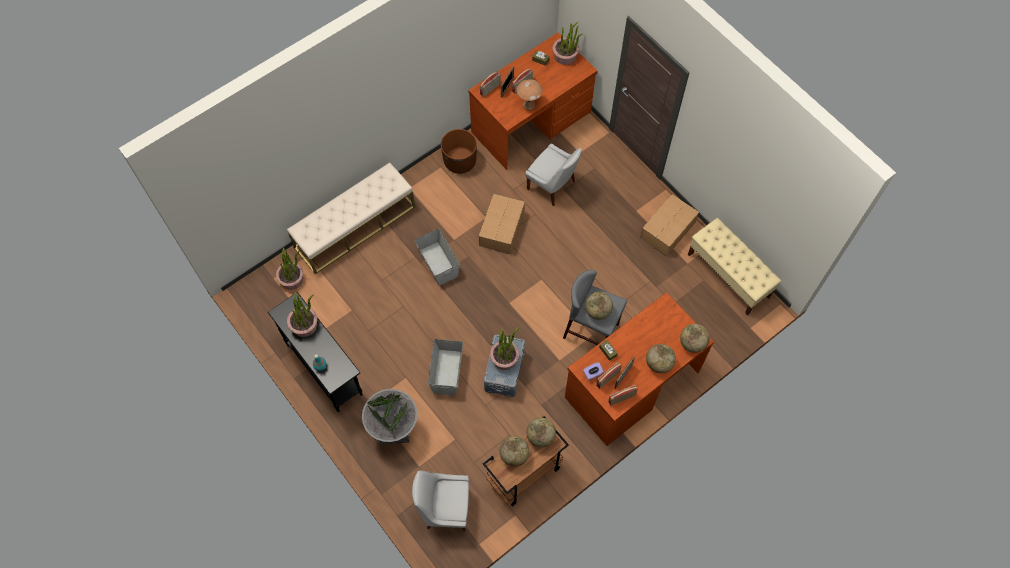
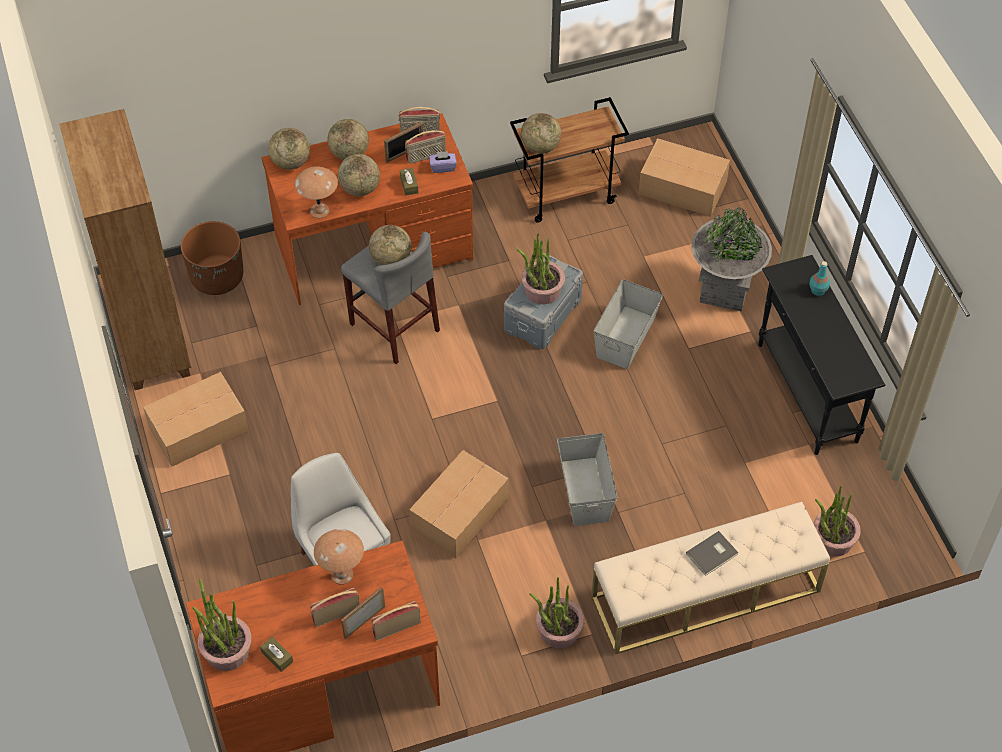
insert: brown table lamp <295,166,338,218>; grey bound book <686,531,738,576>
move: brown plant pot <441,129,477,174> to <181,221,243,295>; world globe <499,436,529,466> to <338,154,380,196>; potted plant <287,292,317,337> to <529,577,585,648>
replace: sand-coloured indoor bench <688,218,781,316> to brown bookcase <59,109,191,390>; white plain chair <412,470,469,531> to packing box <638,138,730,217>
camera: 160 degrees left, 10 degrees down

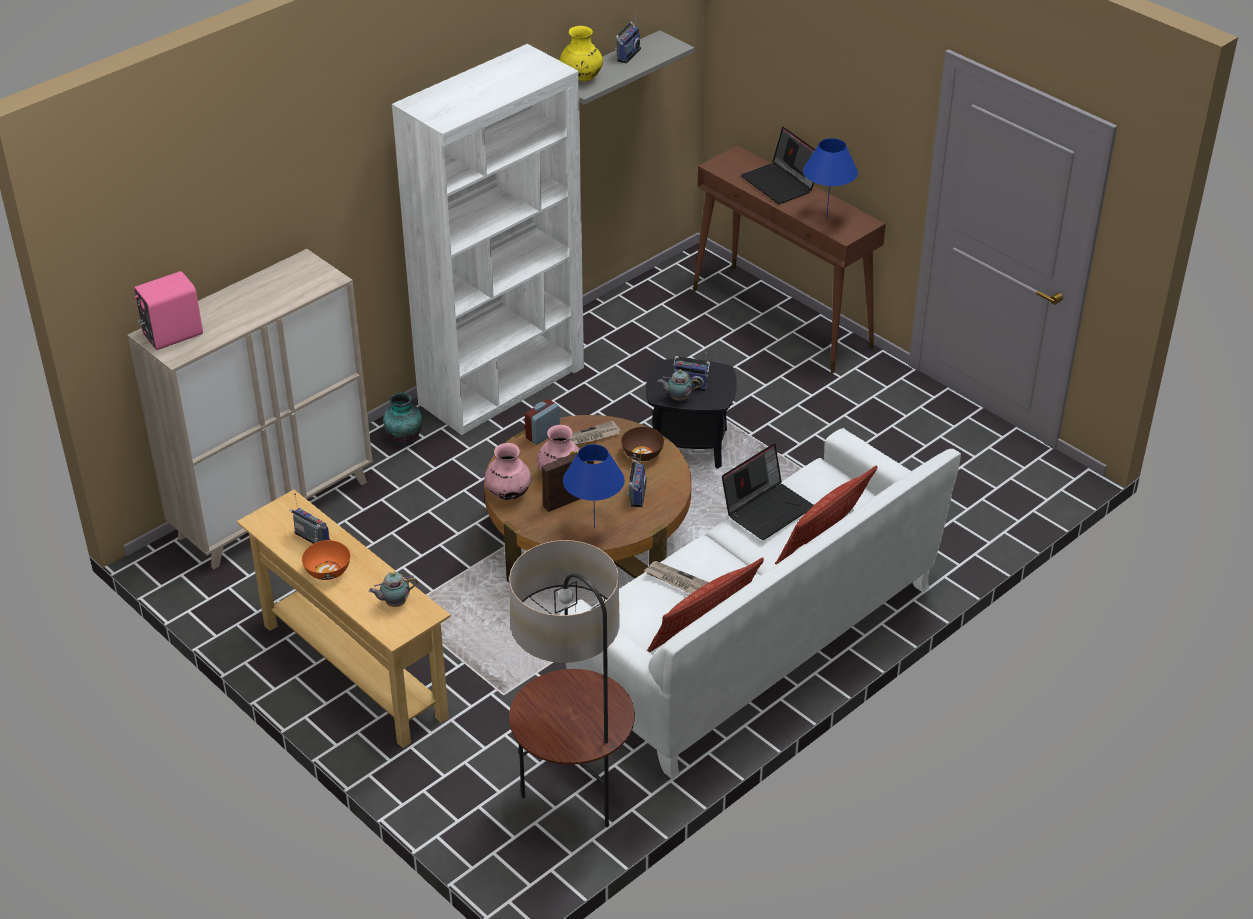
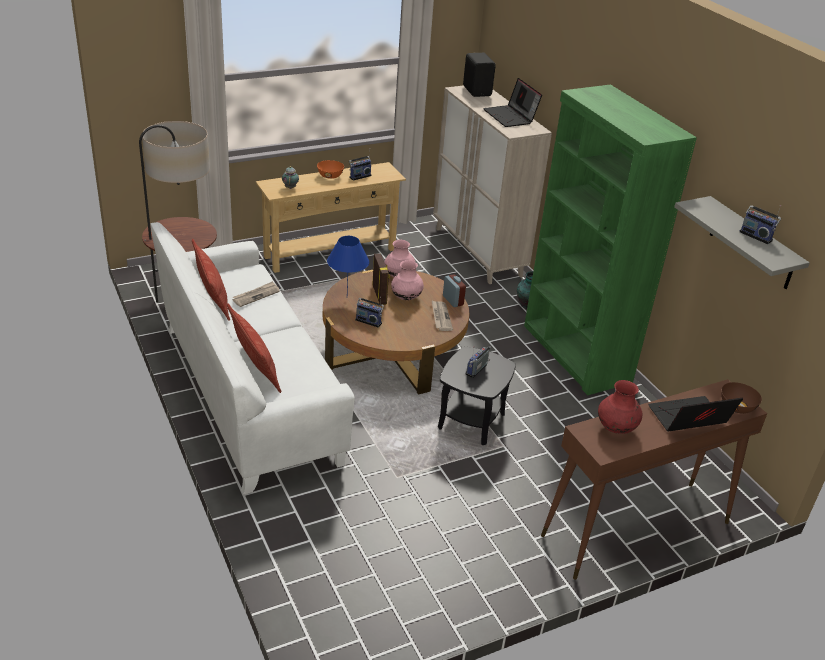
delete: yellow-coloured flower vase <559,26,603,82>; tea pot <658,370,701,401>
move: notebook computer <722,443,814,540> to <483,78,542,127>; brown serving bowl <621,427,664,461> to <721,382,762,414>
replace: blue table lamp <803,138,858,220> to red flower vase <598,380,642,434>
recolor: pink audio speaker <134,271,203,350> to black-coloured audio speaker <463,53,496,97>; white bookcase <392,44,584,435> to greenish bookcase <524,85,697,395>
camera: 105 degrees right, 5 degrees down

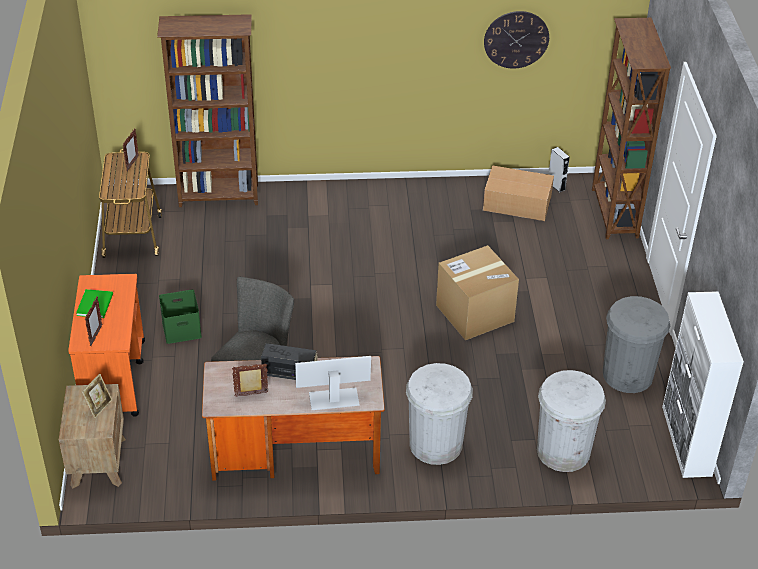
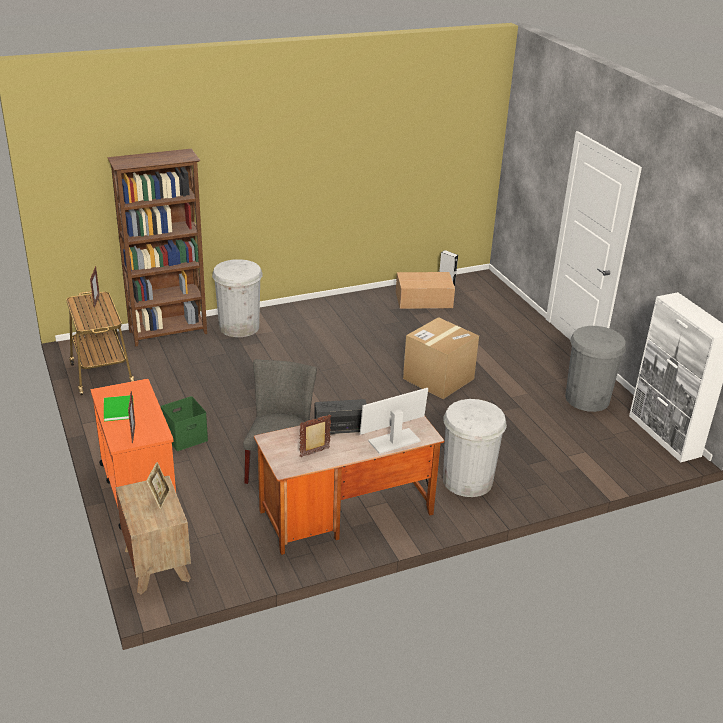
delete: wall clock <484,11,549,68>; brown bookcase <592,18,671,239>
move: white trash can <537,370,606,472> to <212,259,262,337>
camera: 20 degrees left, 10 degrees down

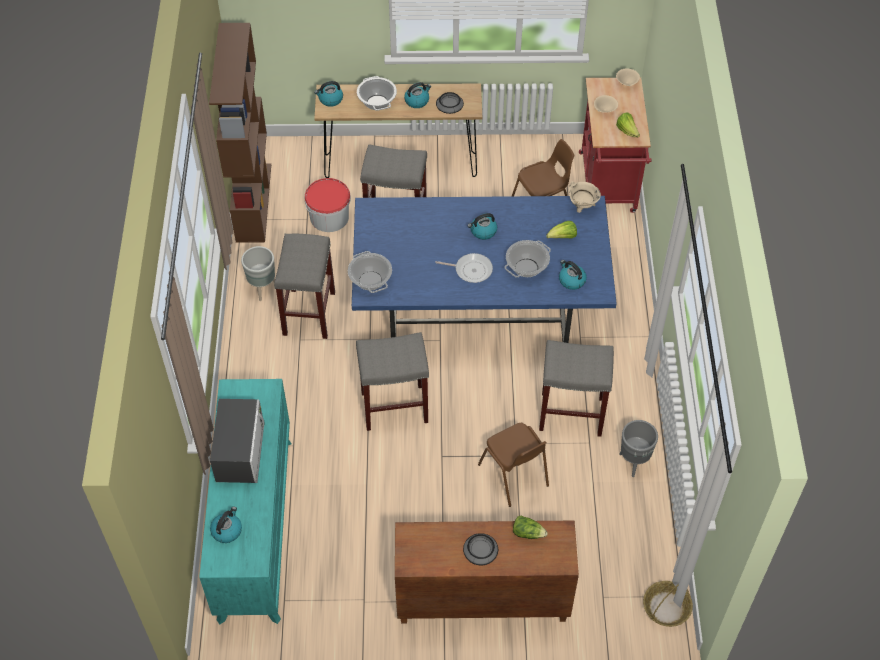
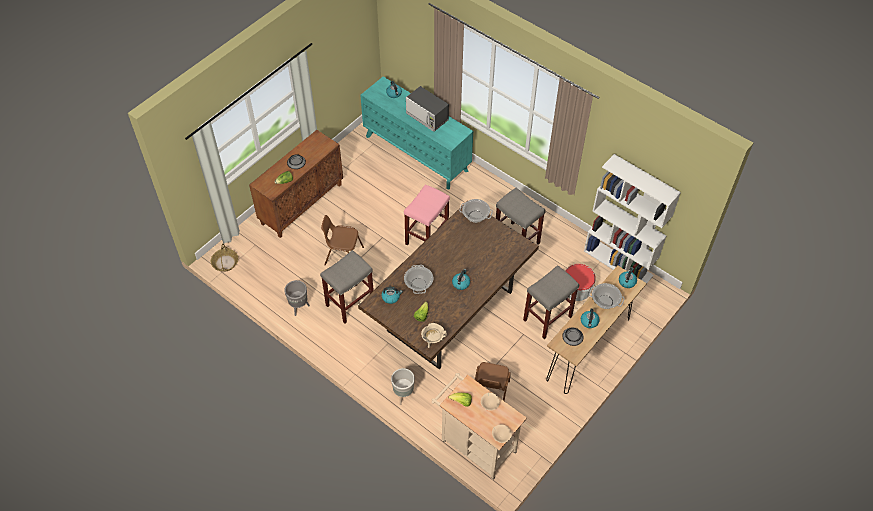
delete: frying pan <435,253,493,283>
move: grey plant pot <241,246,275,301> to <391,368,415,405>
recolor: blue dining table <352,196,617,343> to brown dining table <358,205,539,369>; grey stool seat <356,332,429,431> to pink stool seat <404,184,450,246>; red cart <579,77,652,213> to sand-coloured cart <432,373,527,480>; brown bookcase <209,23,271,243> to white bookcase <584,154,681,283>
camera: 130 degrees right, 0 degrees up

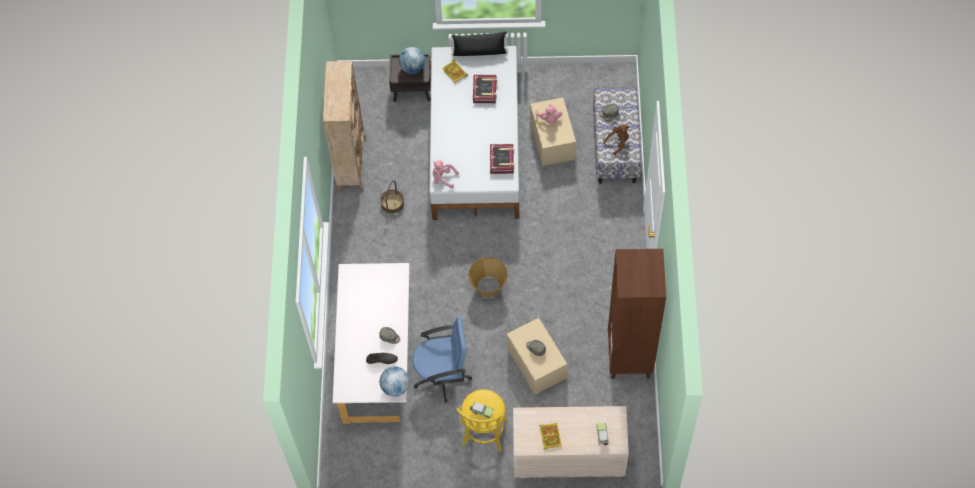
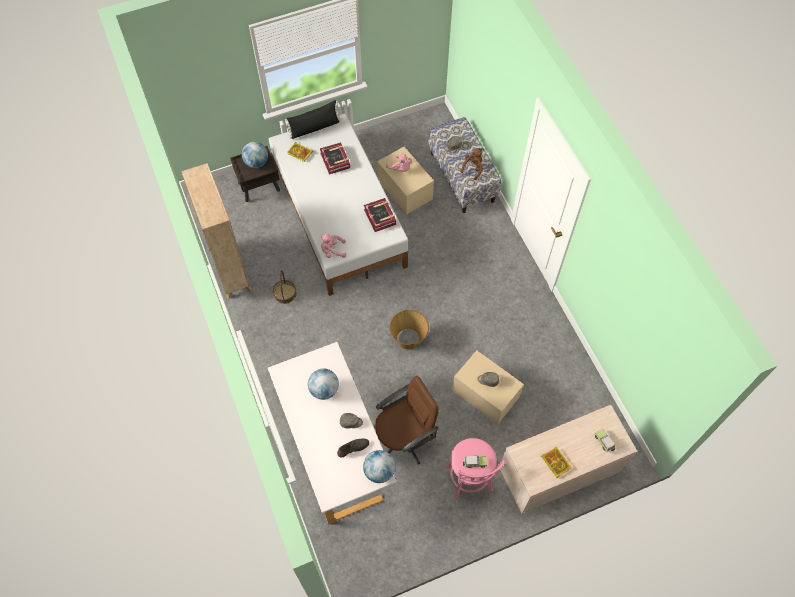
delete: brown bookcase <608,249,666,379>
insert: world globe <308,369,339,400>
recolor: blue office chair <412,316,472,403> to brown office chair <374,376,439,464>; yellow-coloured stool seat <456,389,507,451> to pink stool seat <445,438,506,500>
camera: 25 degrees left, 0 degrees up

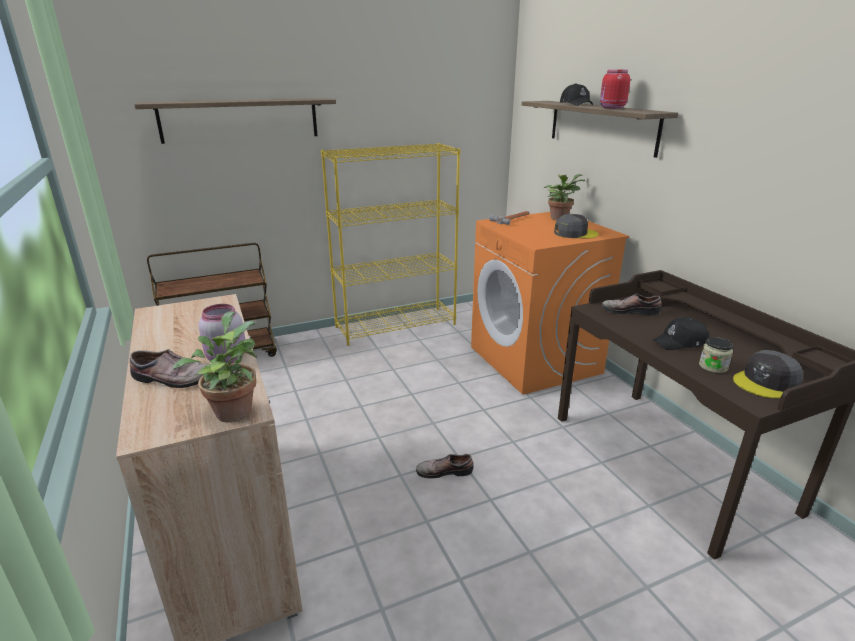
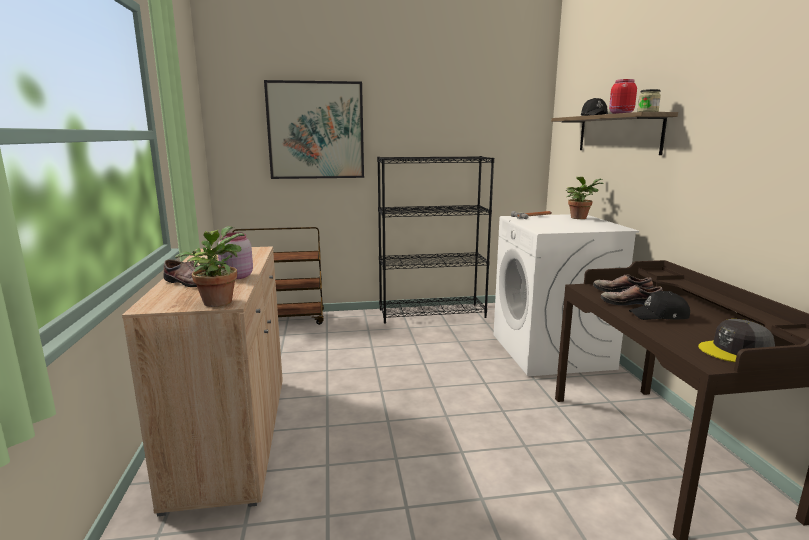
delete: grey baseball cap <554,214,599,239>
move: low shoe <416,454,473,478> to <601,285,663,306>; jar <699,337,733,373> to <637,89,661,112>
replace: shelf <135,98,336,144> to picture <264,80,364,179>
recolor: yellow-coloured bookcase <321,143,460,346> to black-coloured bookcase <377,156,494,324>; orange laundry machine <471,212,629,395> to white laundry machine <494,214,639,376>
camera: 15 degrees right, 10 degrees down

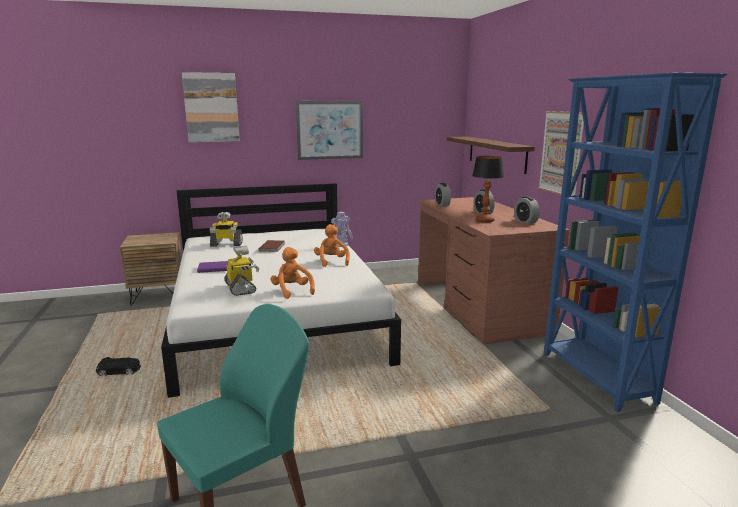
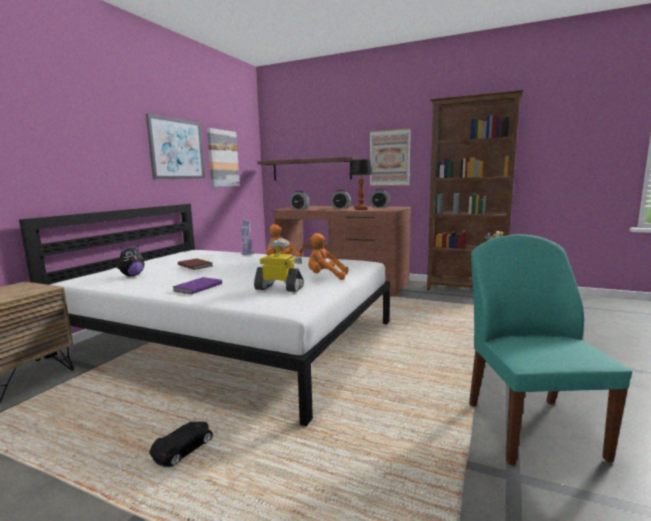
move: picture <182,72,240,143> to <207,128,240,187>
replace: model robot <210,212,243,247> to plush toy <117,244,144,276>
recolor: blue bookcase <544,73,727,412> to brown bookcase <427,90,524,290>
camera: 50 degrees left, 5 degrees down

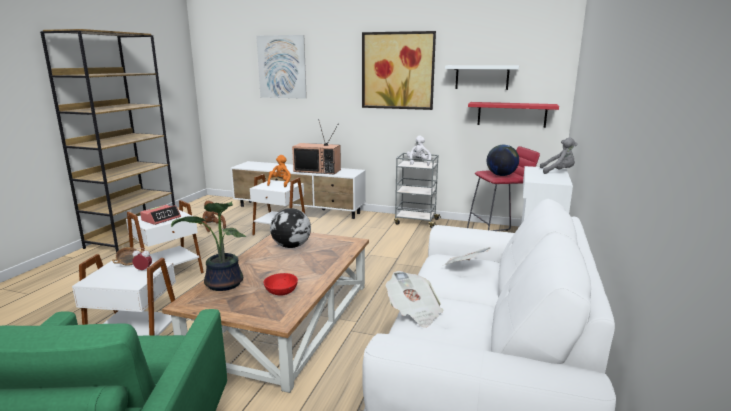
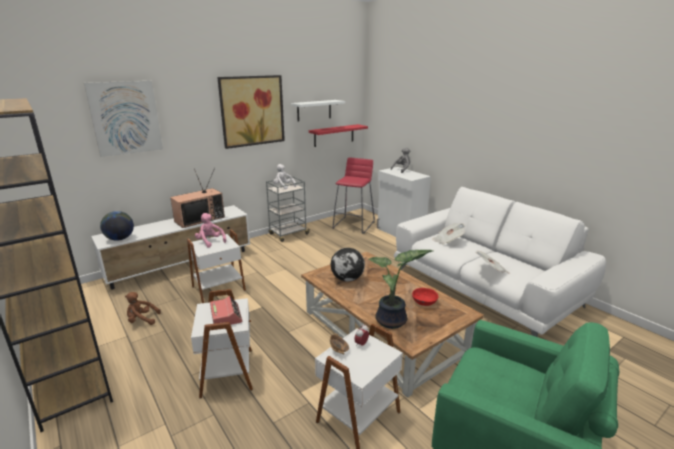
move: world globe <487,145,519,176> to <100,211,134,241>
recolor: orange plush toy <267,155,291,187> to pink plush toy <195,213,226,248>
camera: 55 degrees left, 5 degrees up

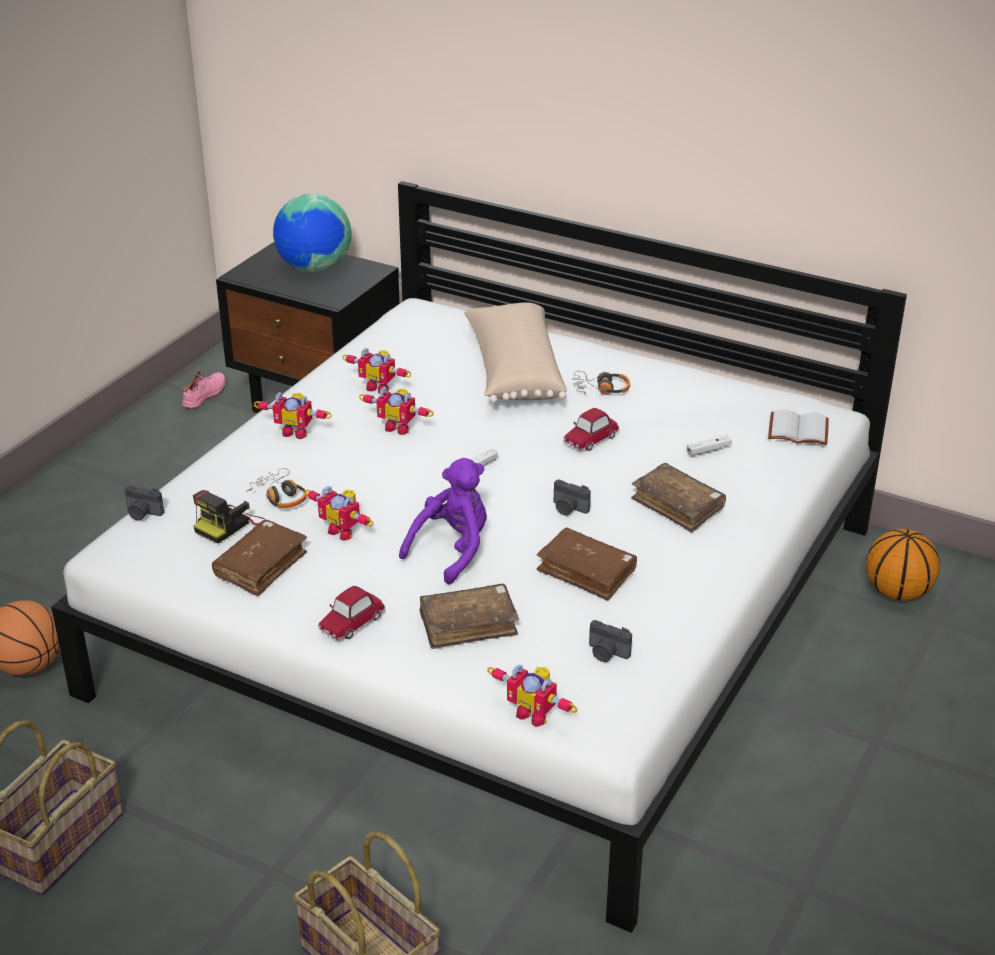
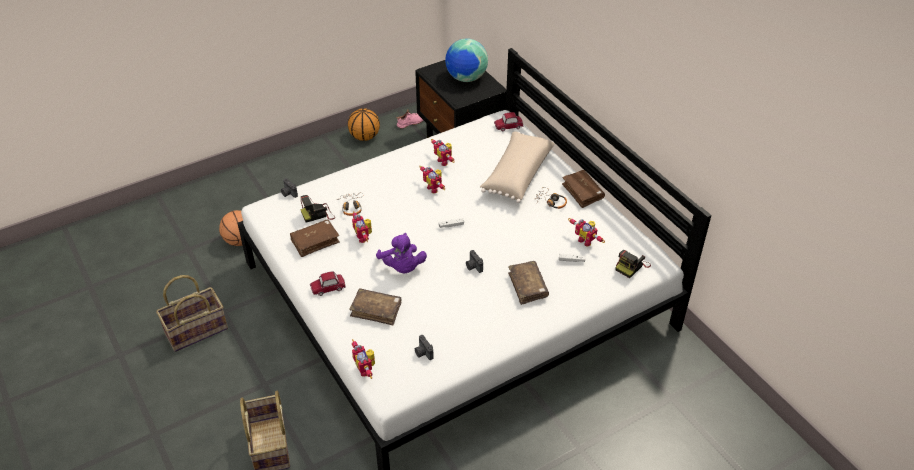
move: basketball ball <866,529,940,601> to <348,108,380,141>; toy car <563,408,619,451> to <494,112,523,131>; brown bound book <537,528,637,601> to <562,170,605,208>; model robot <253,392,332,439> to <568,218,605,247>
replace: white bound book <768,409,829,445> to still camera <615,250,651,278>
rotate: purple plush toy <399,458,487,584> = <376,233,427,273> 90 degrees clockwise
camera: 30 degrees right, 10 degrees up

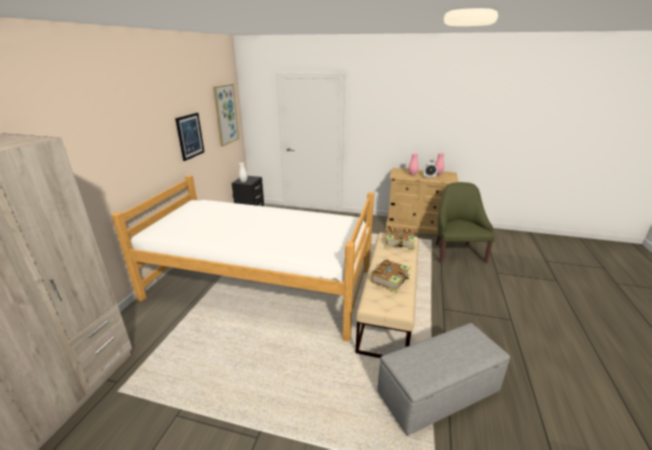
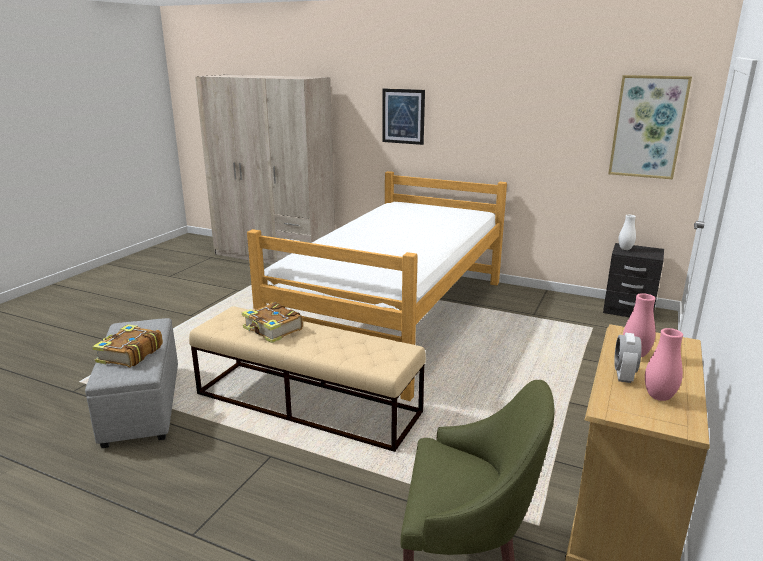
move: bound book <386,228,416,249> to <92,324,163,367>; picture <175,113,204,161> to <382,89,425,145>
camera: 100 degrees right, 5 degrees down

